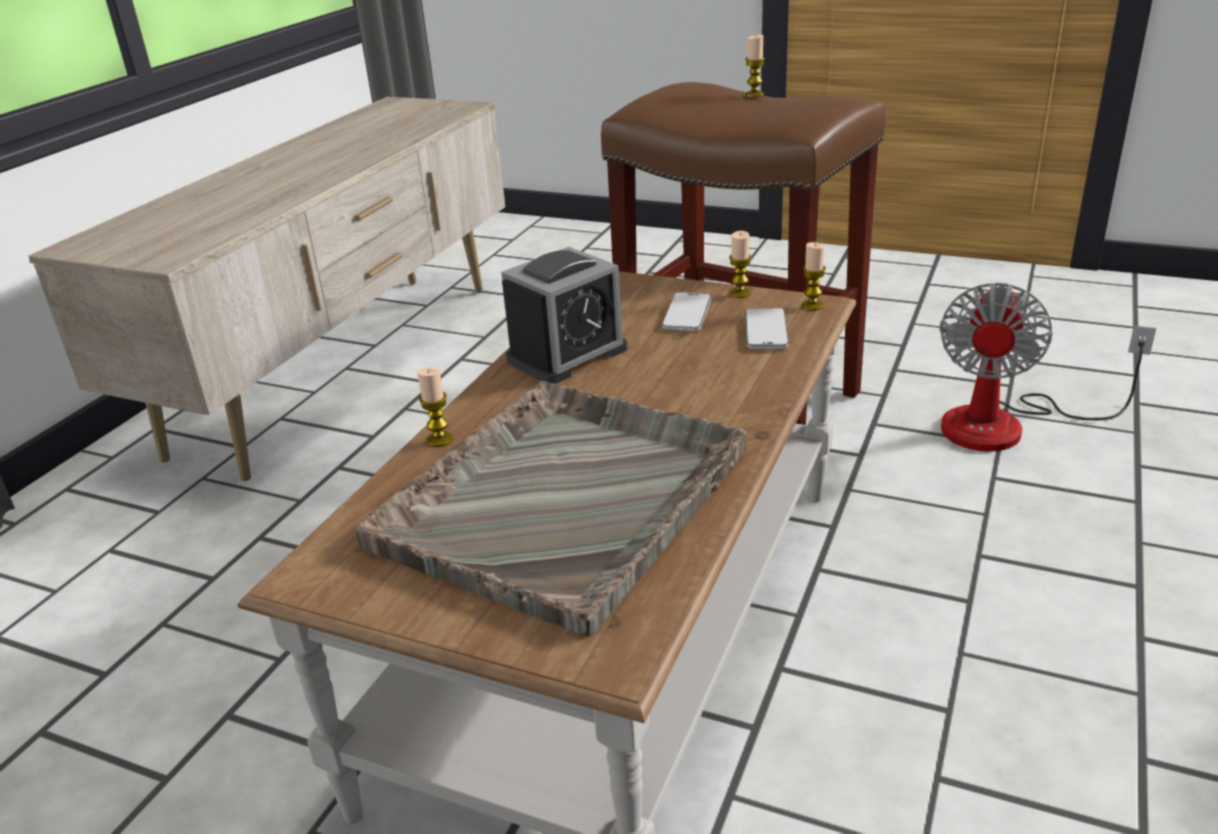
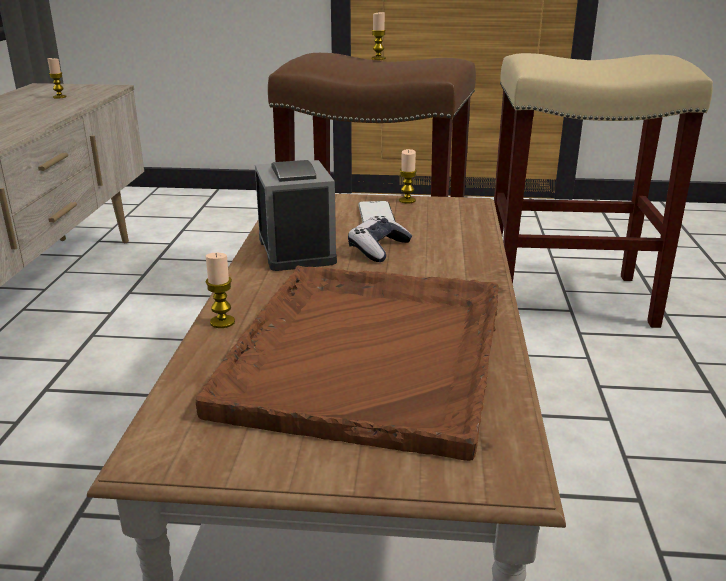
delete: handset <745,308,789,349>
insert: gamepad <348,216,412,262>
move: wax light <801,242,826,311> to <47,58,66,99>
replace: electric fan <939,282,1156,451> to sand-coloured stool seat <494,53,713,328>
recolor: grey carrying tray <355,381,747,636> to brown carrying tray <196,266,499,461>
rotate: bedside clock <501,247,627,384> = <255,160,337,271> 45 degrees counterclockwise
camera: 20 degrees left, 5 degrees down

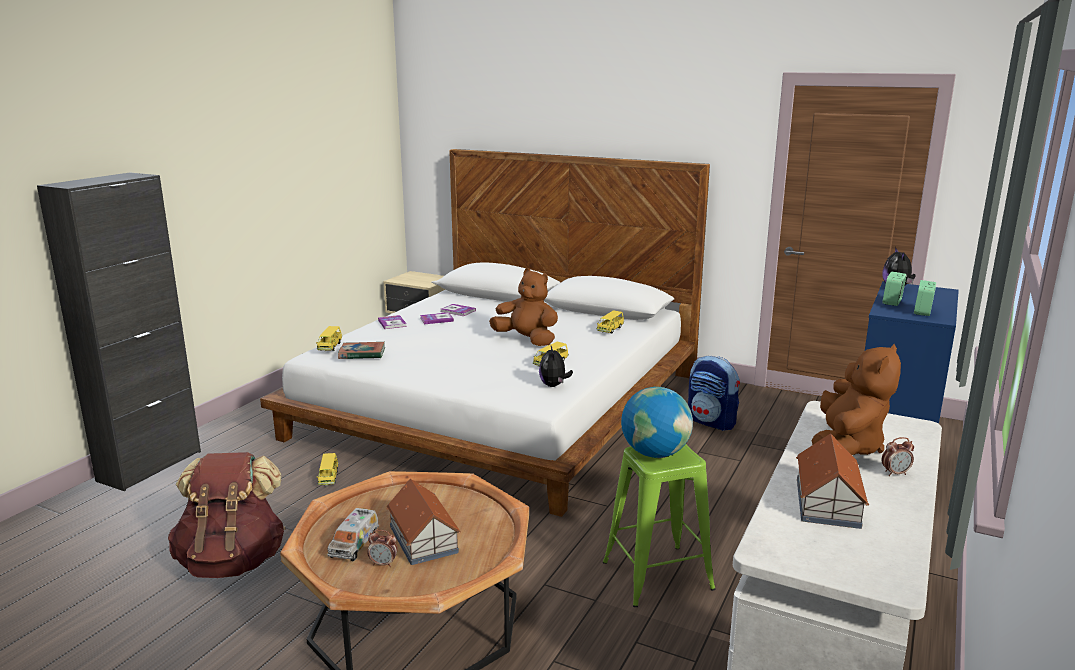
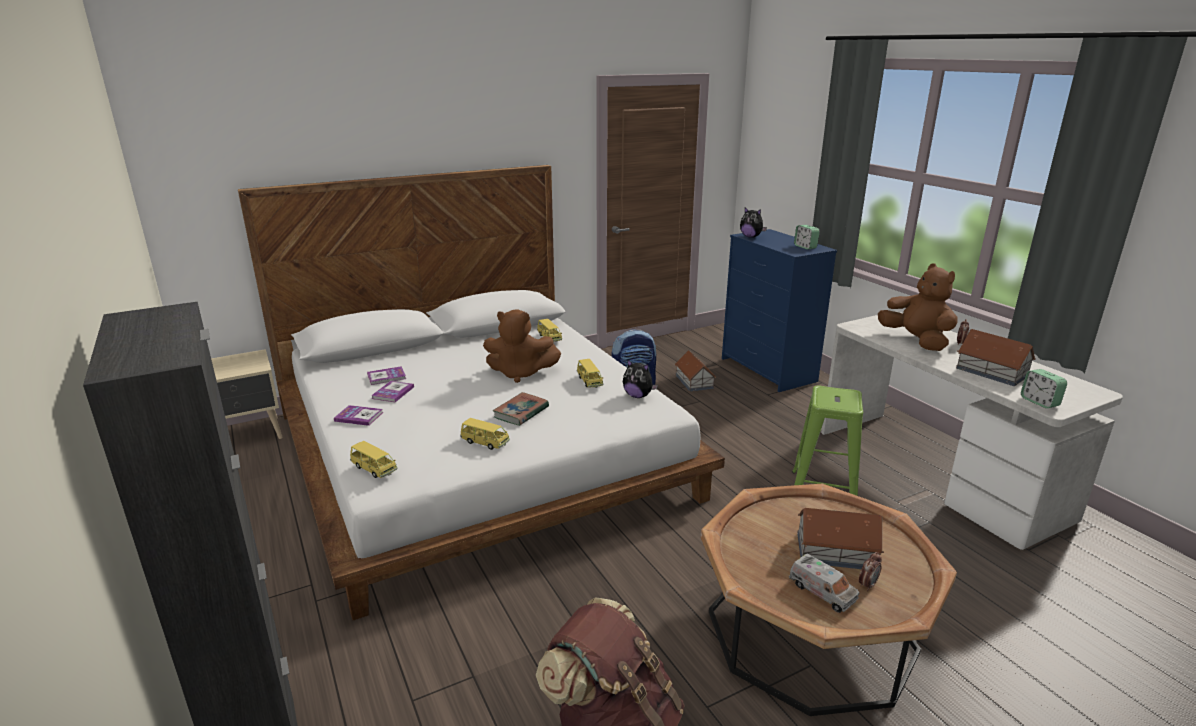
delete: world globe <621,387,693,458>
insert: miniature house <675,350,716,391>
move: yellow-coloured toy car <316,453,339,486> to <460,418,510,450>; bound book <338,342,385,359> to <493,392,549,426>; bedside clock <882,271,906,306> to <1021,369,1067,408>
rotate: brown plush toy <489,268,558,346> = <483,310,561,383> 150 degrees counterclockwise
camera: 55 degrees left, 5 degrees up

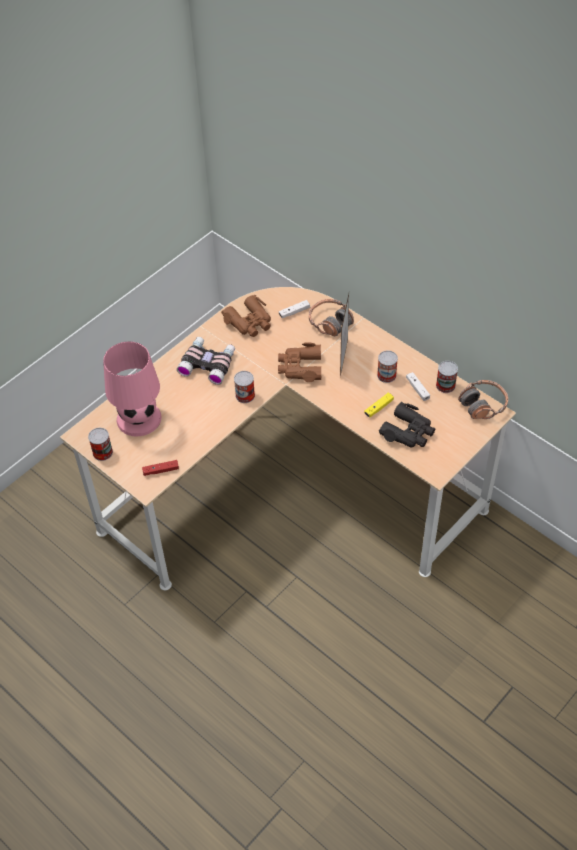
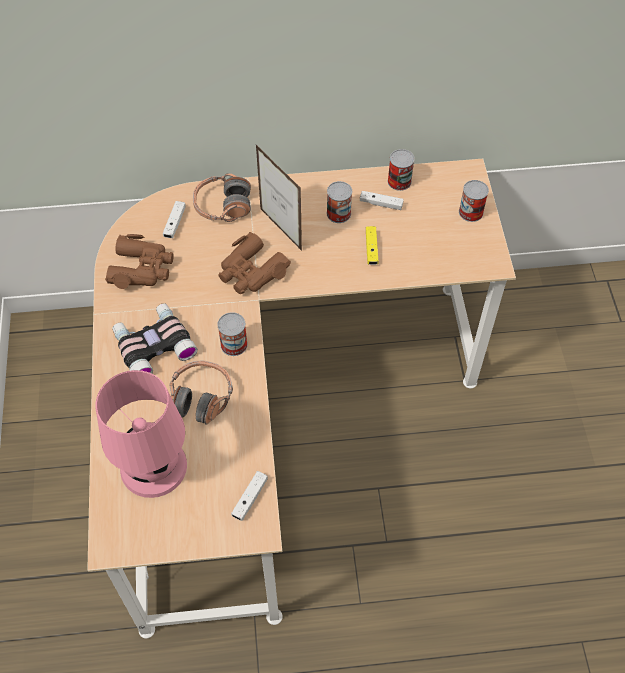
delete: black-coloured binoculars <379,402,435,448>
move: headphones <458,380,508,419> to <169,361,233,425>; metal can <88,428,113,461> to <459,180,489,222>
recolor: red gamepad <142,460,179,476> to white gamepad <231,471,268,521>
camera: 50 degrees left, 5 degrees up

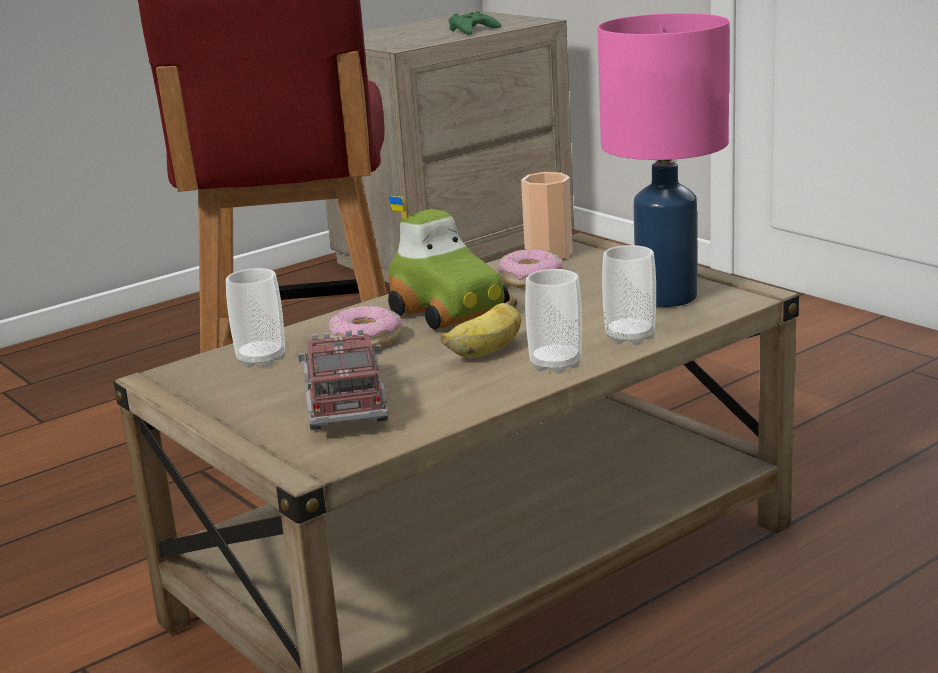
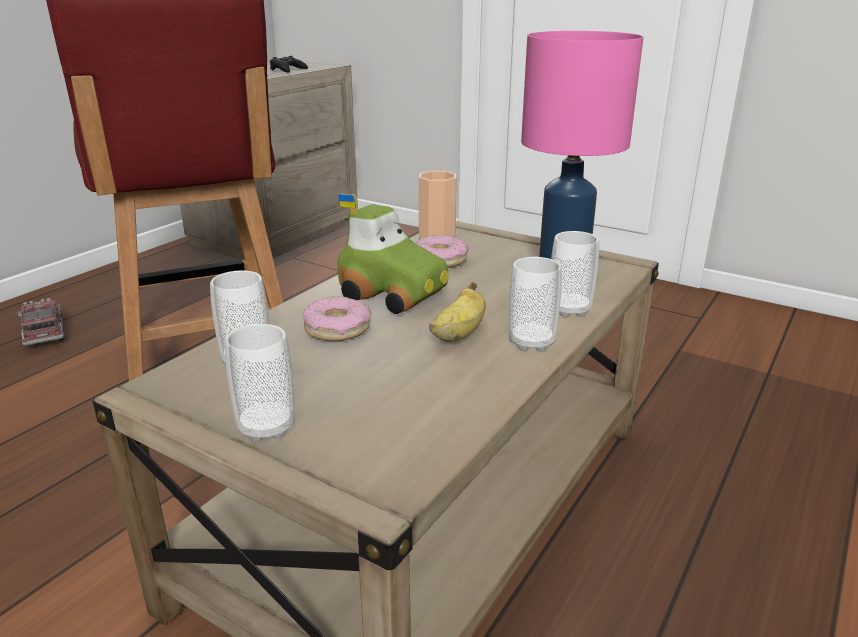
insert: small cup <225,324,295,442>
move: toy truck <298,329,389,430> to <17,298,65,347>
recolor: greenish gamepad <448,11,501,35> to black-coloured gamepad <269,56,308,73>
camera: 20 degrees left, 5 degrees up

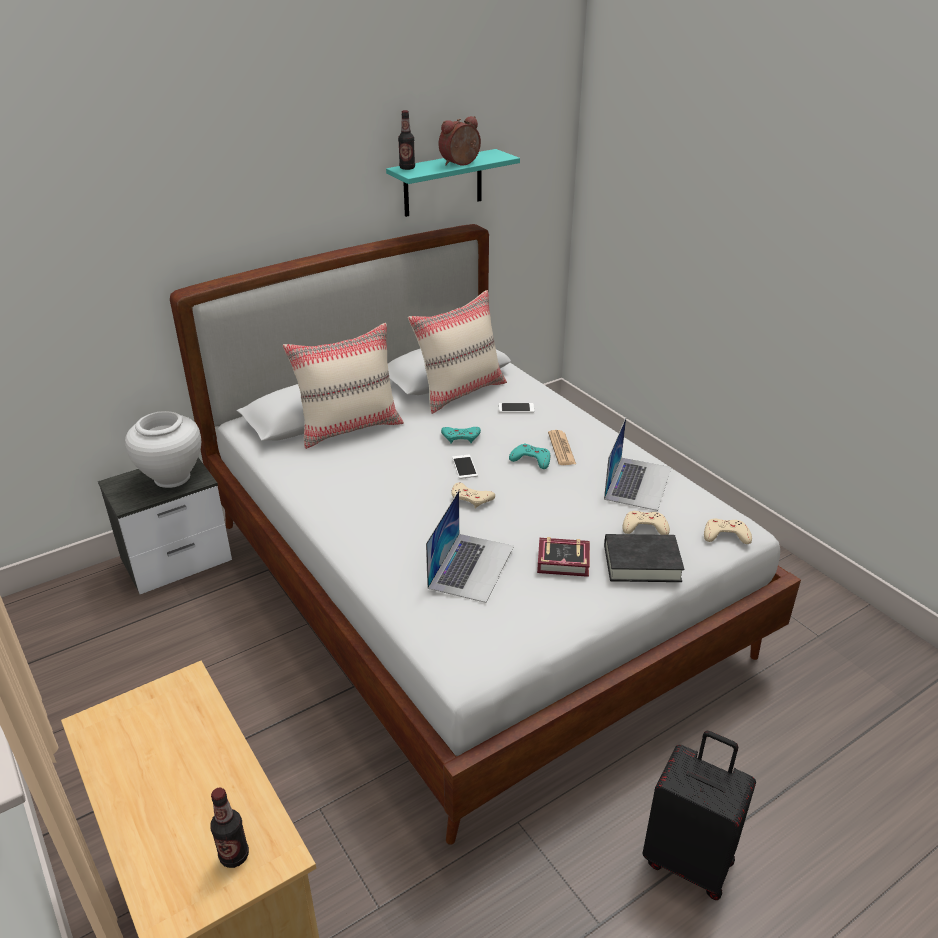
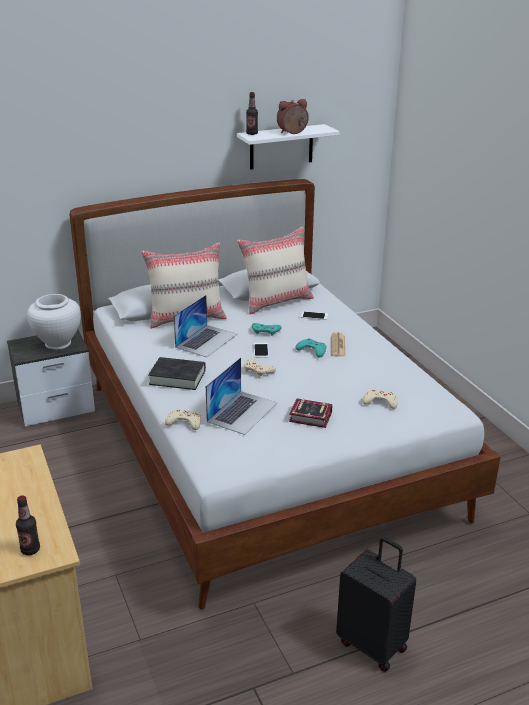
move: black-coloured bound book <604,534,684,582> to <148,357,206,390>; sand-coloured gamepad <704,518,752,544> to <165,409,201,430>; notebook computer <604,418,672,511> to <174,295,237,357>
recolor: turquoise shelf <386,149,520,217> to white shelf <237,124,340,170>
camera: 10 degrees right, 5 degrees down

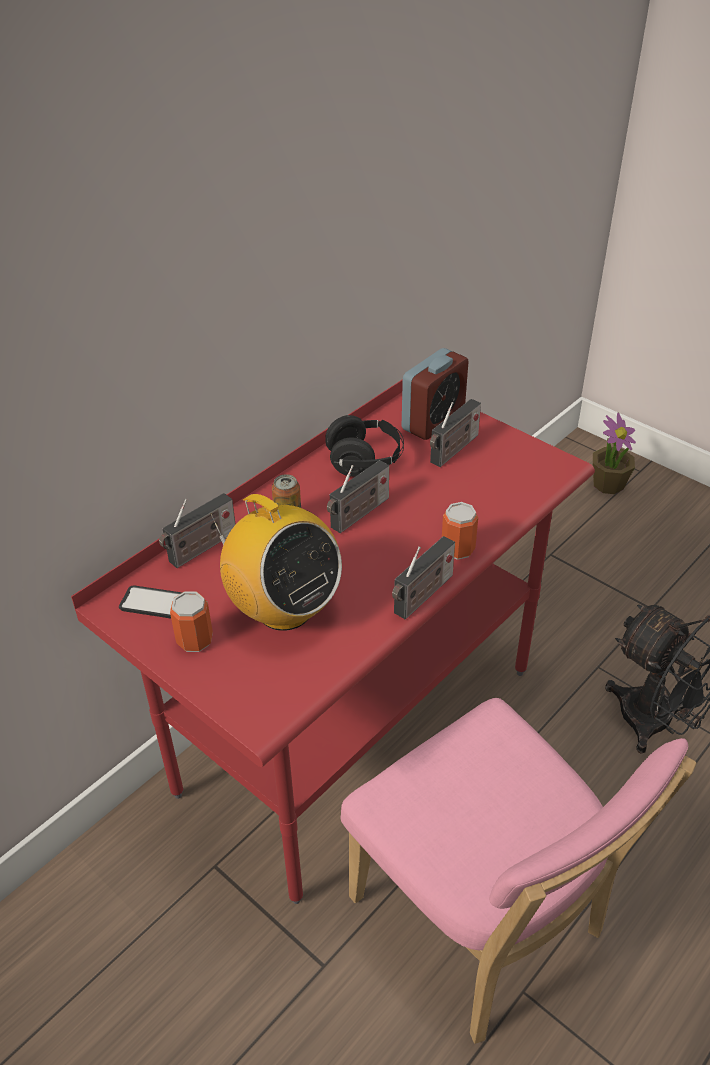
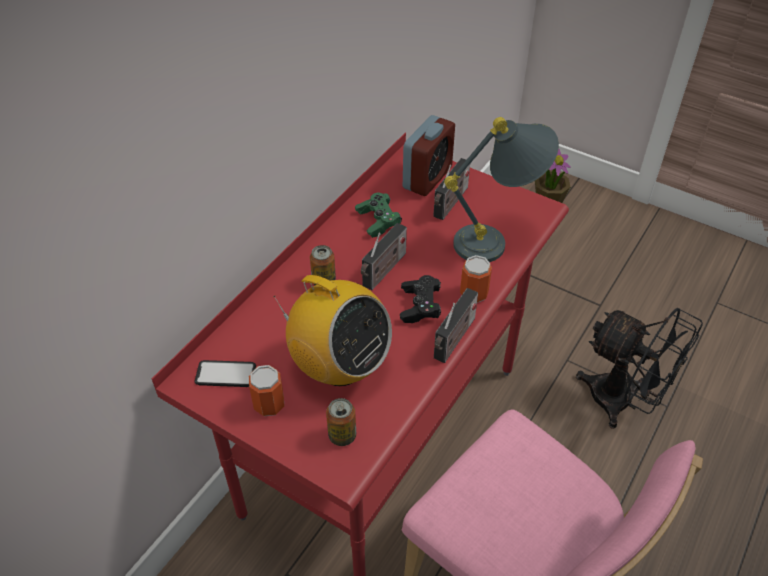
delete: radio receiver <159,493,236,568>
insert: metal can <326,398,356,446>; black-coloured gamepad <400,275,441,323>; grey table lamp <444,117,559,262>
replace: black-coloured headphones <325,415,404,477> to greenish gamepad <355,193,402,238>
camera: 10 degrees left, 5 degrees up

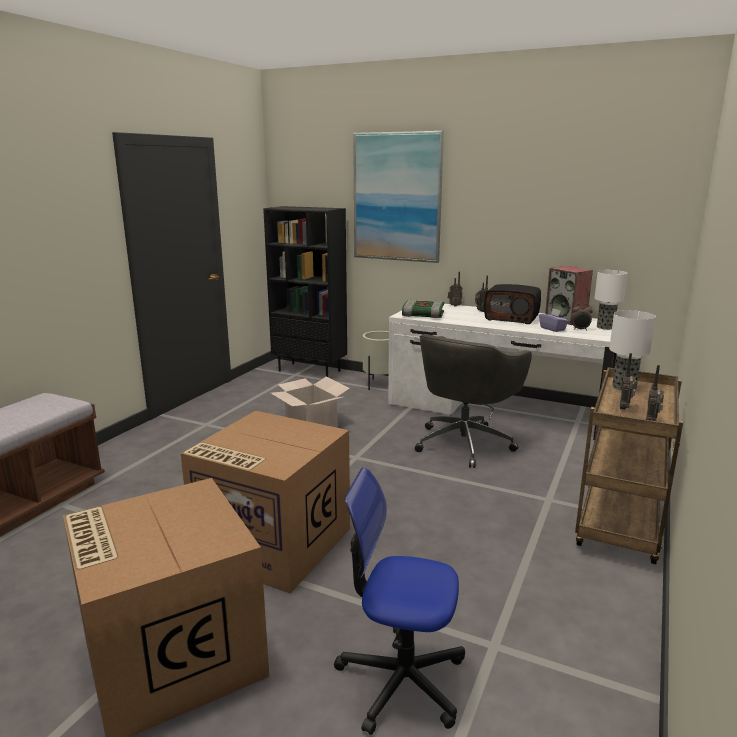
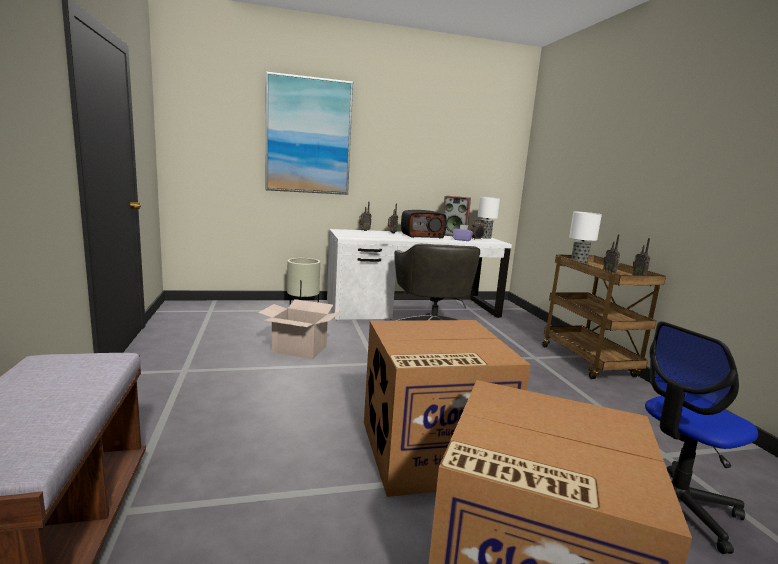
delete: black-coloured bookcase <263,206,347,377>; bound book <402,300,444,318>
camera: 40 degrees left, 5 degrees down

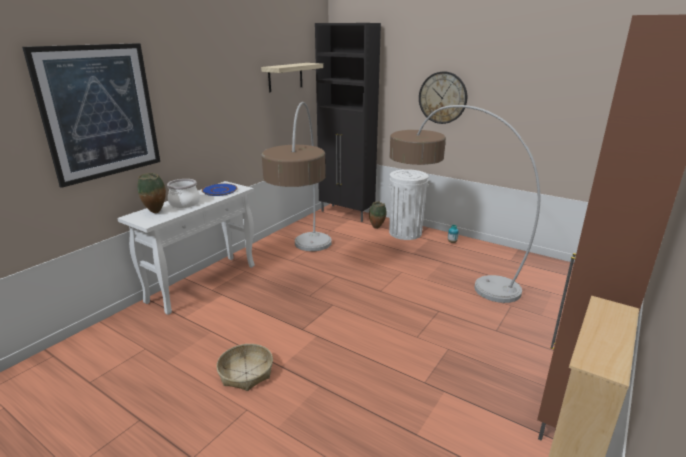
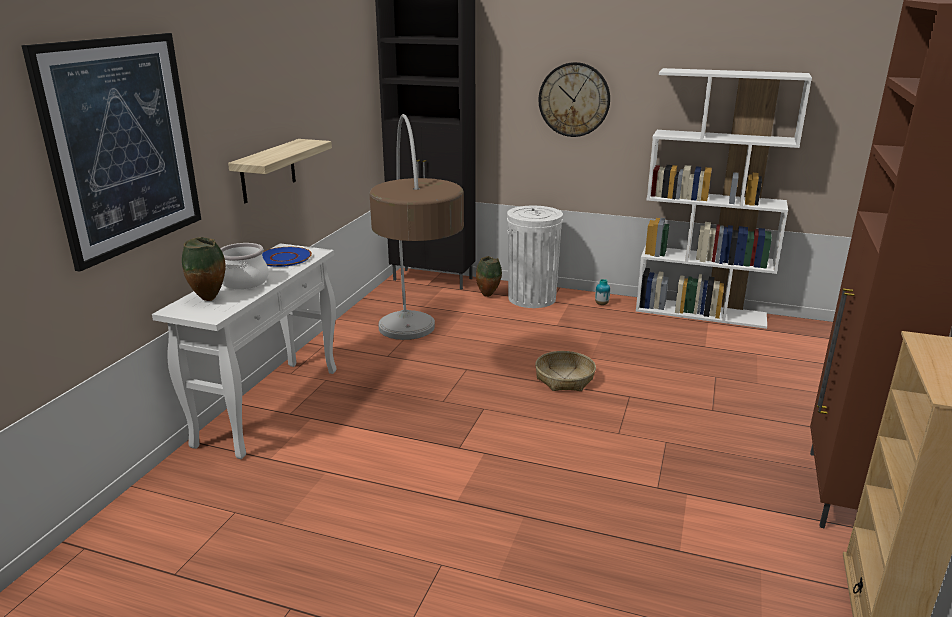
delete: standing lamp <389,105,540,303>
insert: white bookcase <636,68,812,329>
move: shelf <261,63,323,92> to <228,139,332,203>; storage basket <216,344,273,391> to <535,351,596,391>
camera: 15 degrees left, 0 degrees up

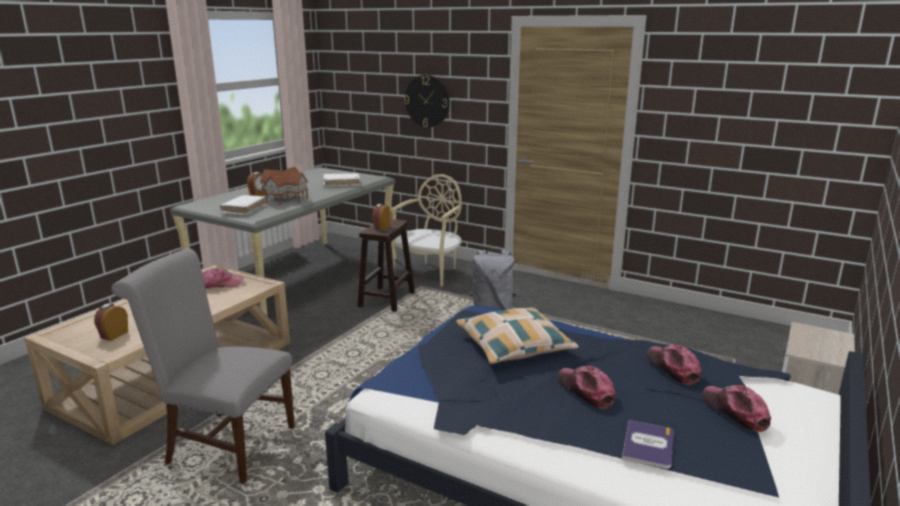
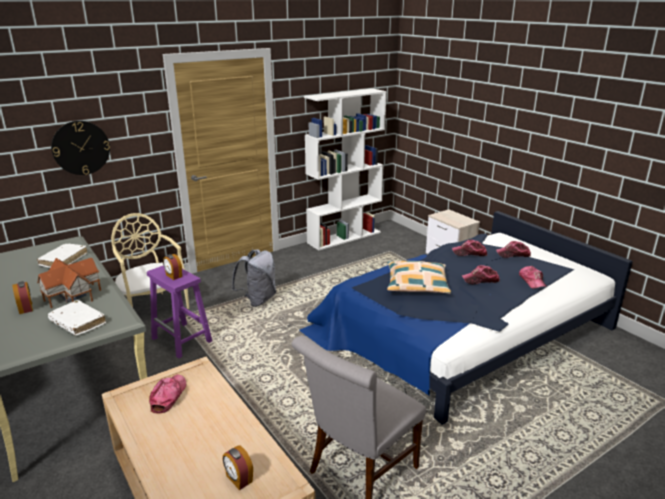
insert: white bookcase <304,88,387,250>
replace: bound book <622,420,674,469> to baseball cap <519,266,547,289>
recolor: brown stool seat <357,219,415,312> to purple stool seat <147,265,212,359>
camera: 65 degrees left, 5 degrees up

